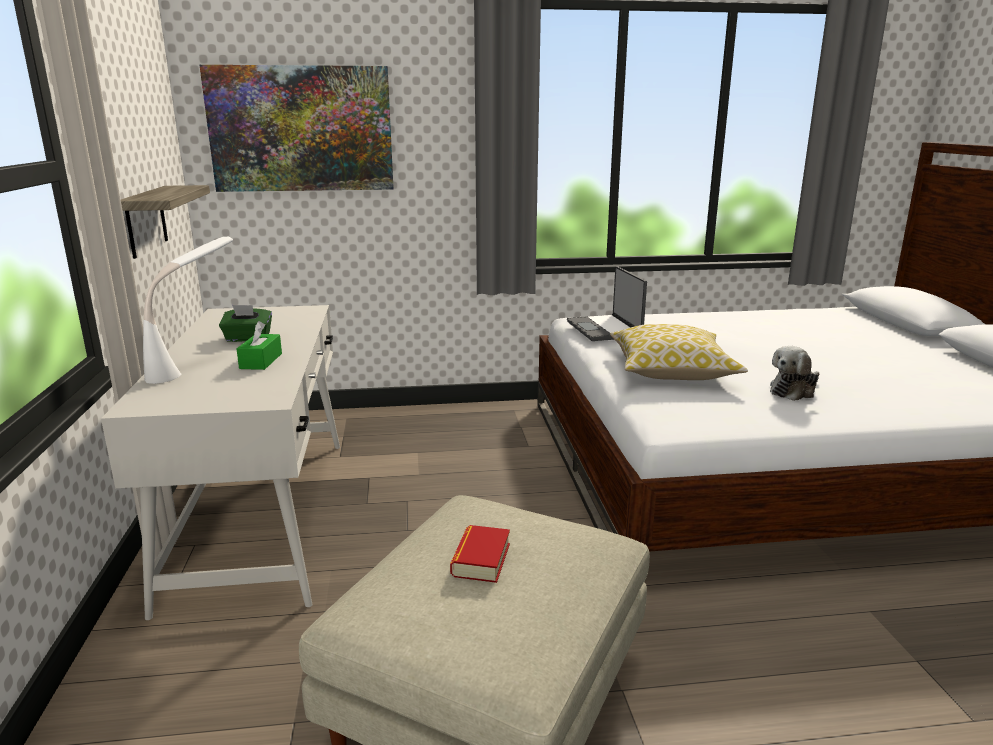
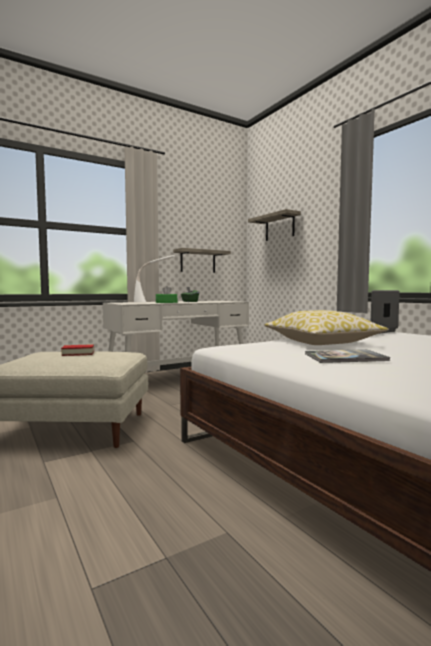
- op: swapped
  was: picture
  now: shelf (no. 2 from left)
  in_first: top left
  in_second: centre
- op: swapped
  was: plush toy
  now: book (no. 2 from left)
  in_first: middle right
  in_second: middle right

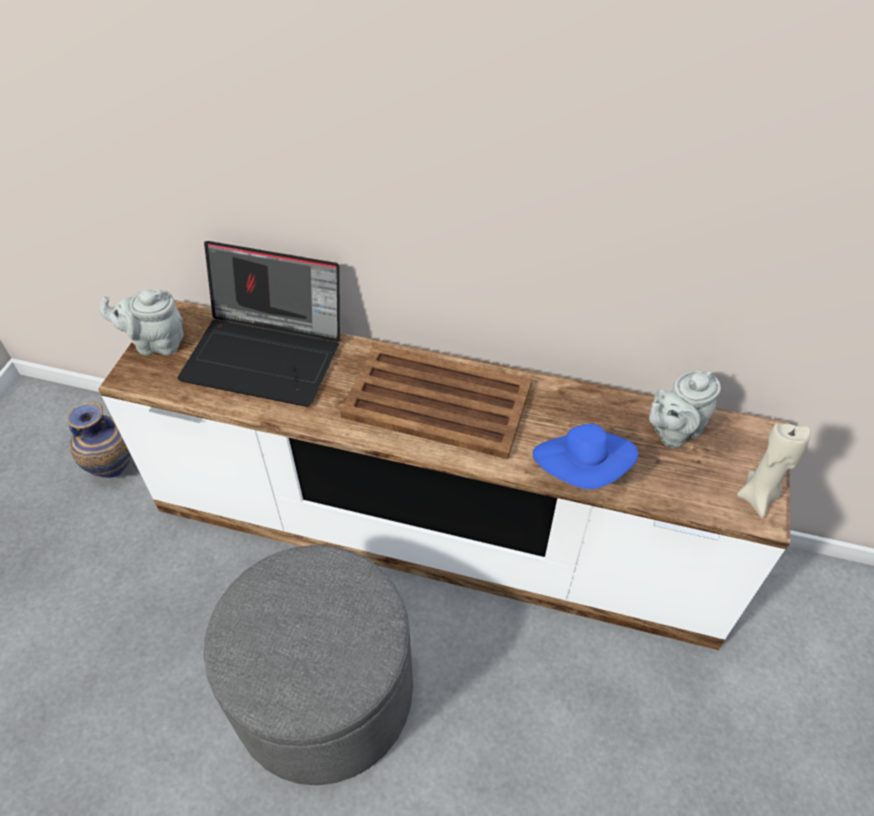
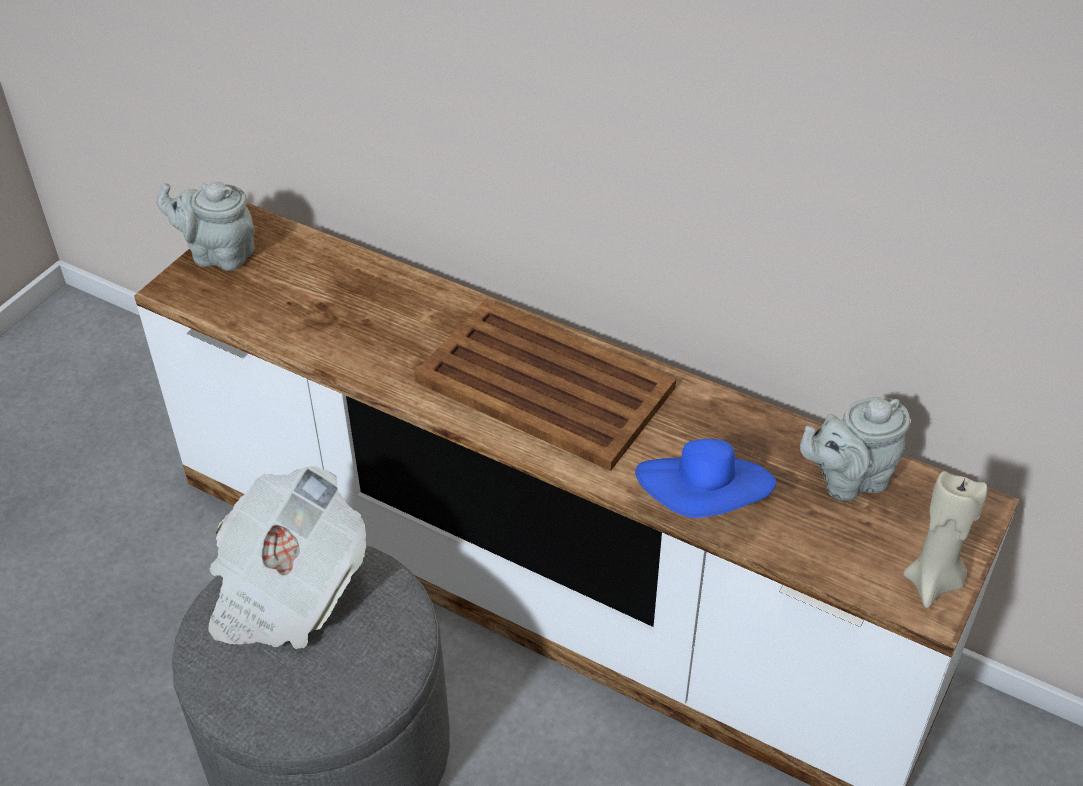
- op: gone
  was: laptop
  in_first: middle left
- op: gone
  was: vase
  in_first: middle left
- op: new
  now: newspaper
  in_second: bottom left

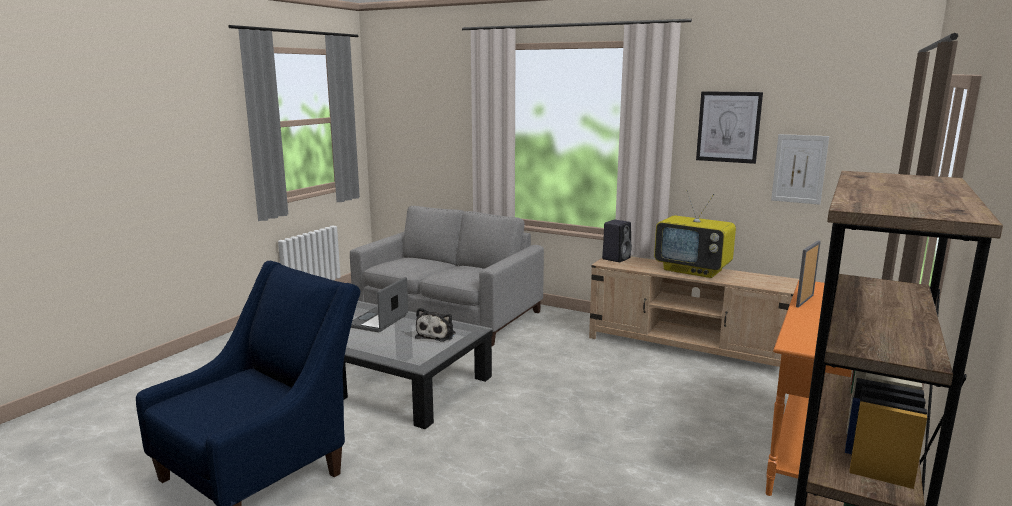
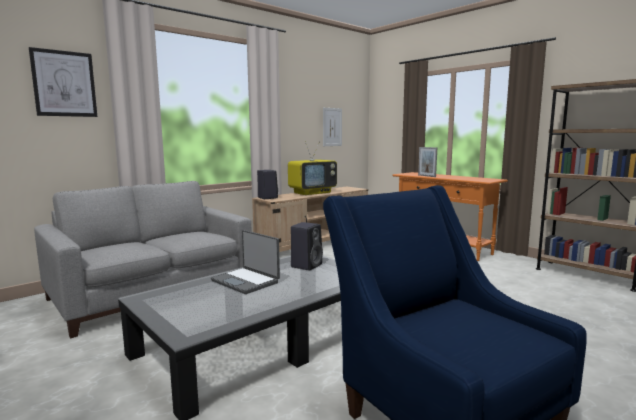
- op: shifted
  was: picture (no. 1 from left)
  in_first: top right
  in_second: top left
- op: swapped
  was: plush toy
  now: speaker (black) (no. 2 from left)
  in_first: centre
  in_second: centre

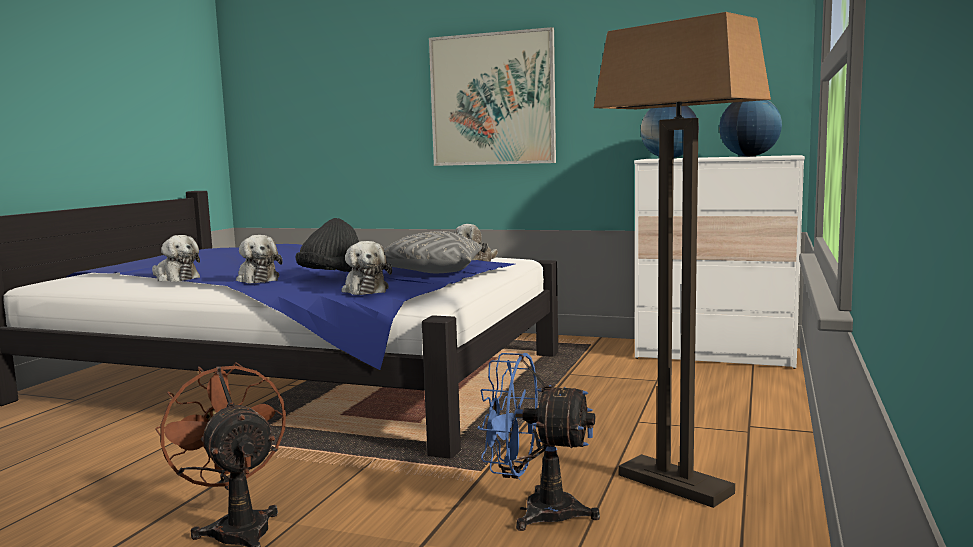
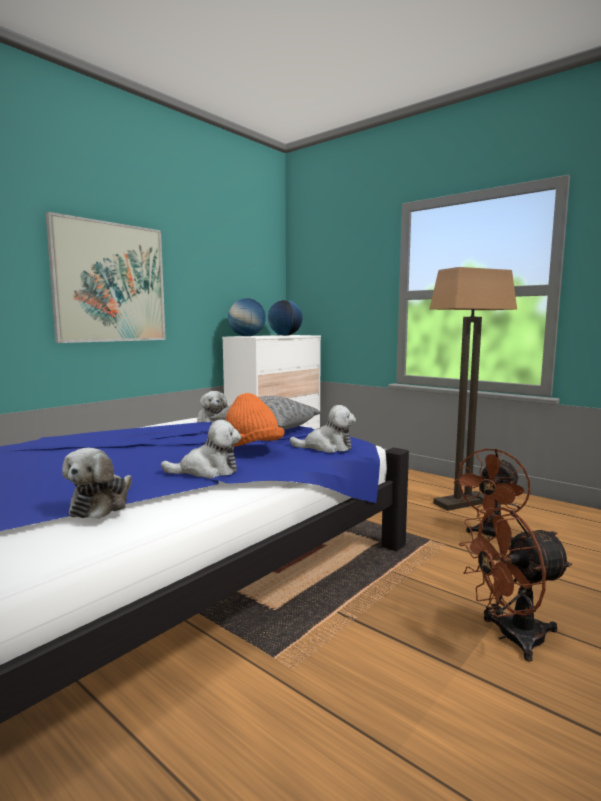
- op: repainted
  was: hat (black)
  now: hat (orange)
  in_first: centre
  in_second: centre
- op: rotated
  was: plush toy (no. 1 from left)
  in_first: middle left
  in_second: middle left
  clockwise: 135
- op: repainted
  was: fan (blue)
  now: fan (brown) (no. 1 from left)
  in_first: bottom centre
  in_second: middle right

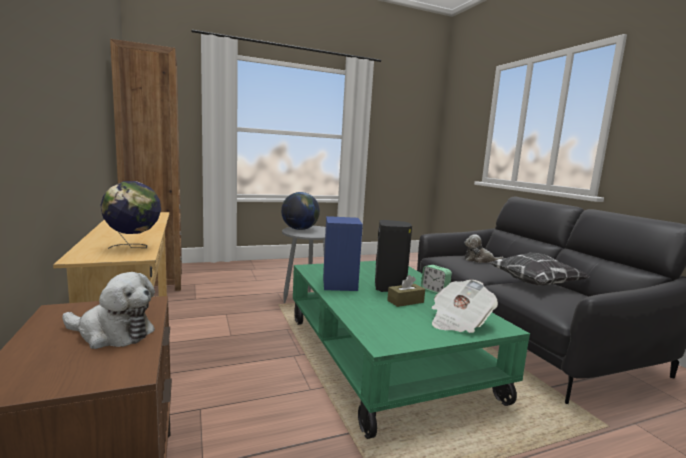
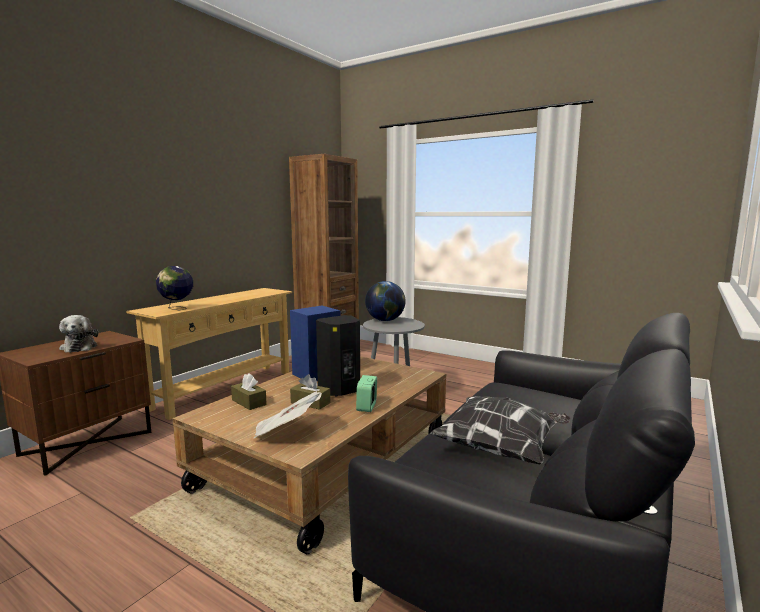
- op: gone
  was: plush toy (no. 2 from left)
  in_first: middle right
- op: repainted
  was: coffee table (green)
  now: coffee table (brown)
  in_first: bottom centre
  in_second: bottom centre
- op: new
  now: tissue box (brown) (no. 1 from left)
  in_second: middle left

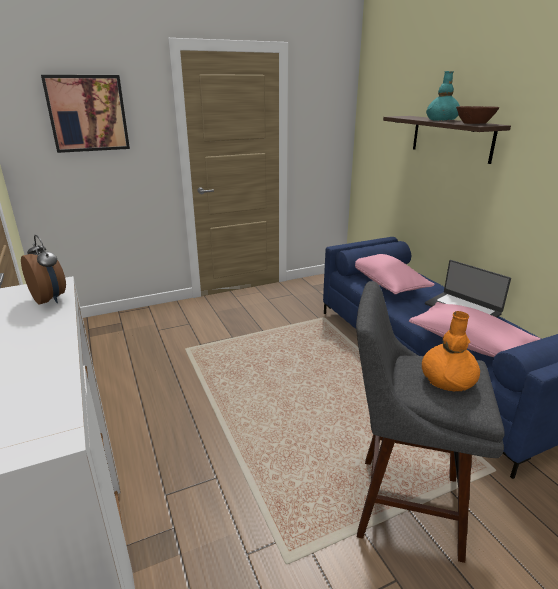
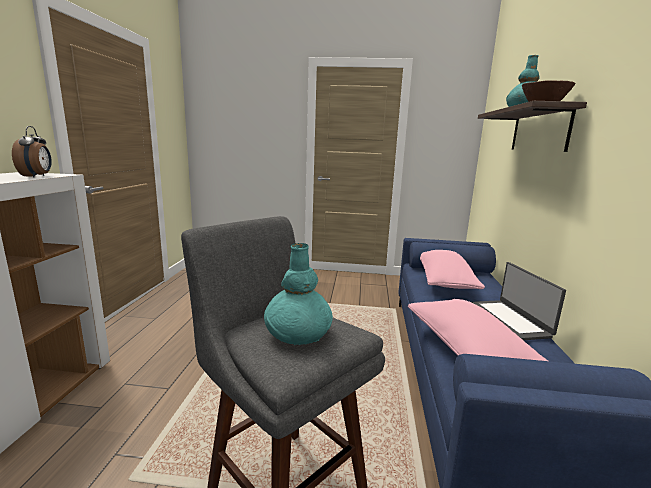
- op: gone
  was: picture
  in_first: top left
- op: repainted
  was: vase (orange)
  now: vase (turquoise) (no. 1 from left)
  in_first: middle right
  in_second: centre

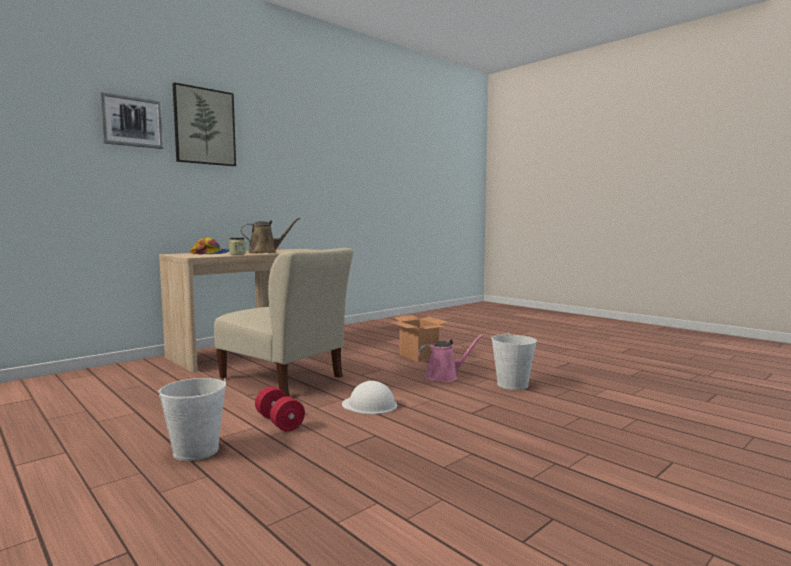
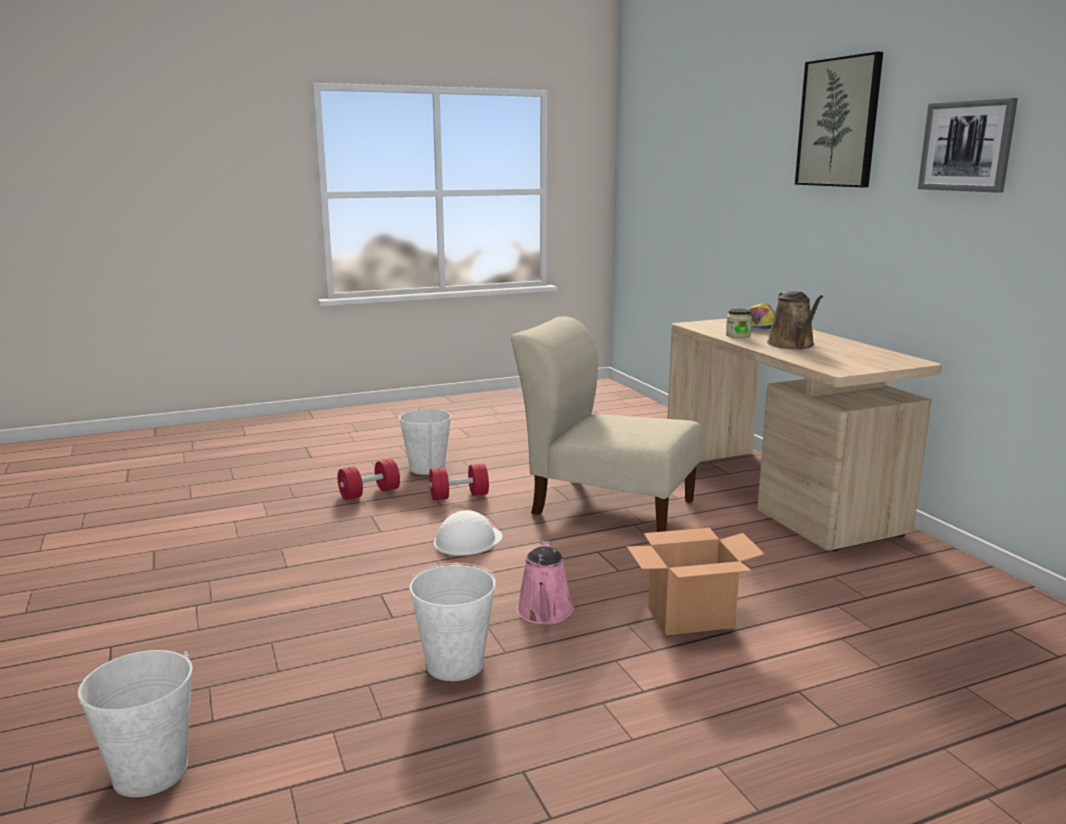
- op: shifted
  was: picture (no. 1 from left in the first image)
  now: picture (no. 2 from left)
  in_first: top left
  in_second: top right
- op: rotated
  was: chair (beige)
  in_first: centre
  in_second: centre
  clockwise: 60
- op: new
  now: dumbbell (red) (no. 1 from left)
  in_second: centre
- op: new
  now: bucket (white) (no. 1 from left)
  in_second: bottom left

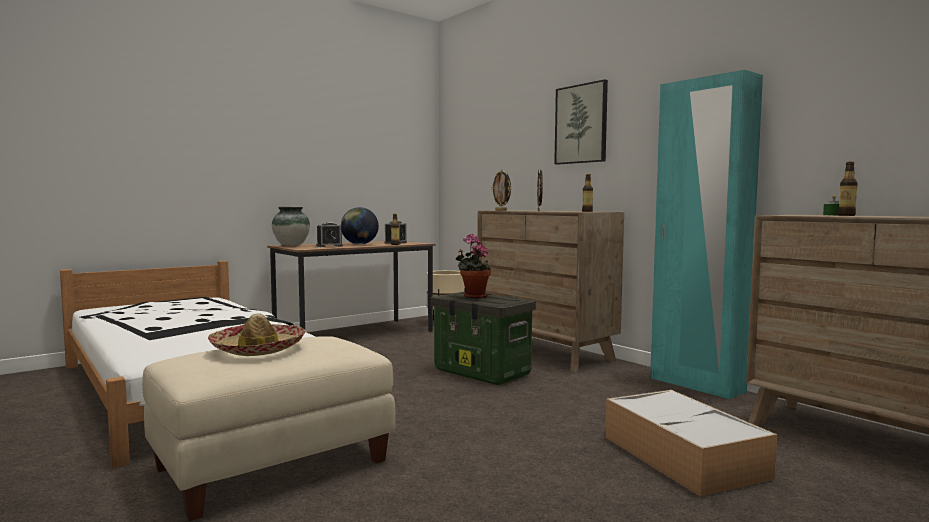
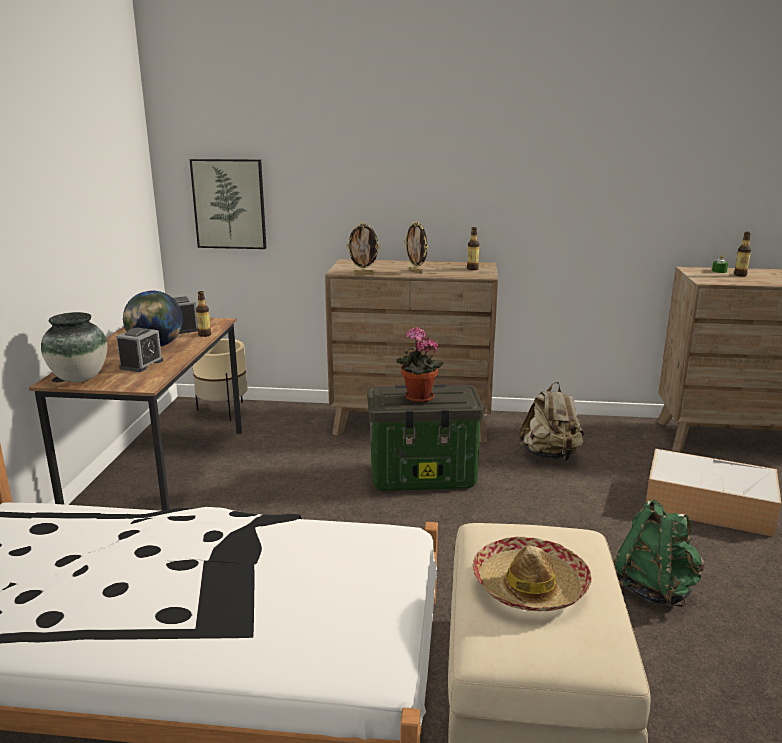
- op: gone
  was: wardrobe (turquoise)
  in_first: middle right
- op: shifted
  was: picture
  in_first: top centre
  in_second: top left
- op: new
  now: backpack (beige)
  in_second: middle right
- op: new
  now: backpack (green)
  in_second: bottom right

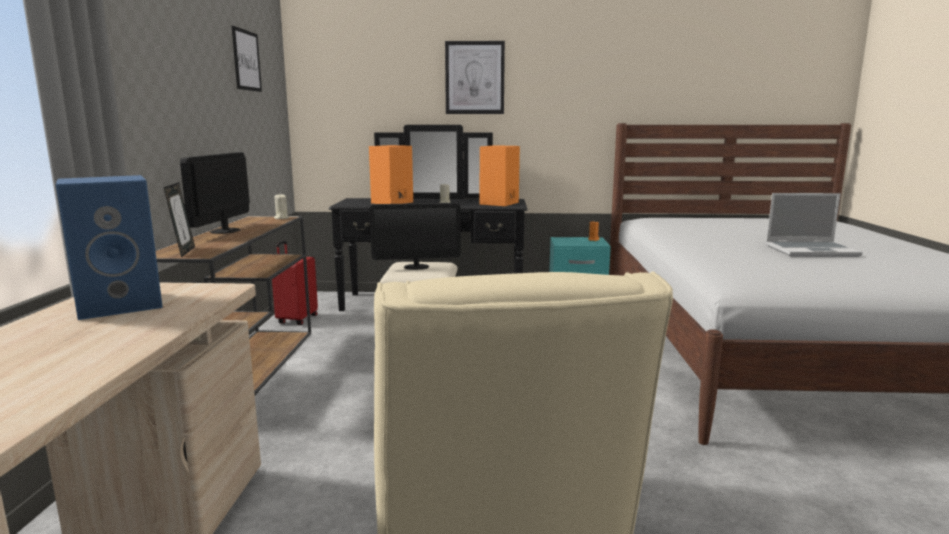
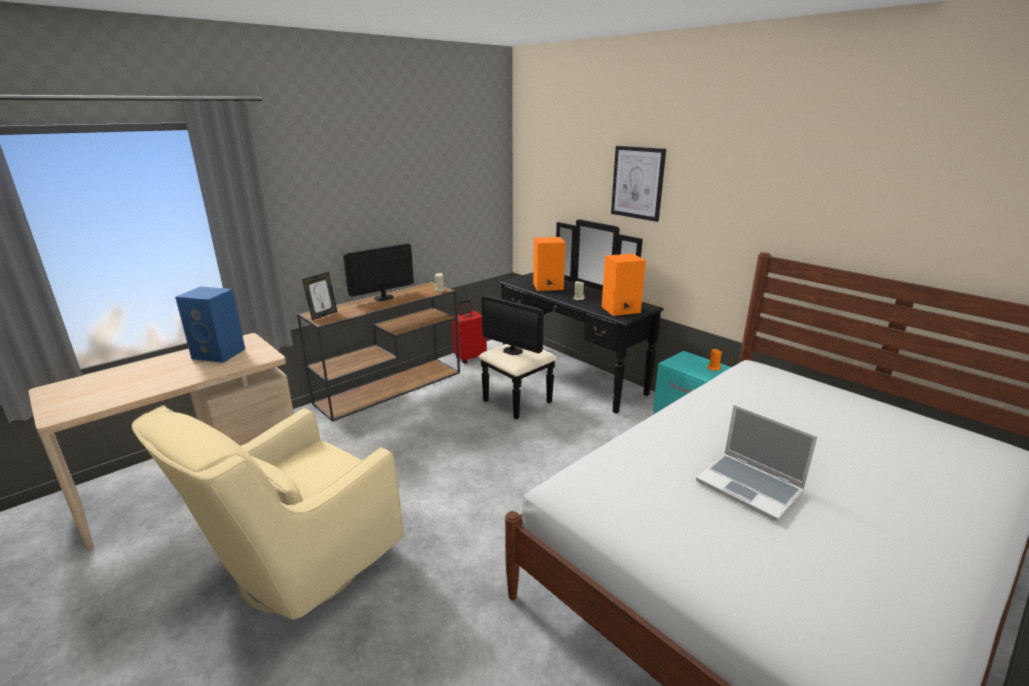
- op: gone
  was: picture (no. 1 from left)
  in_first: top left

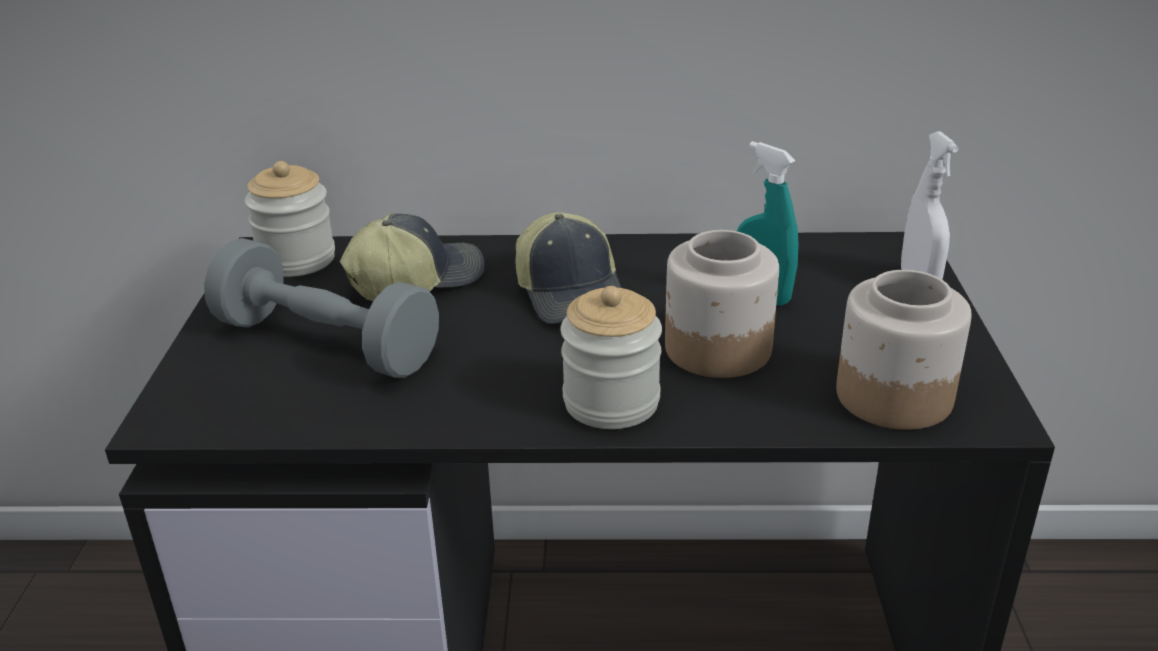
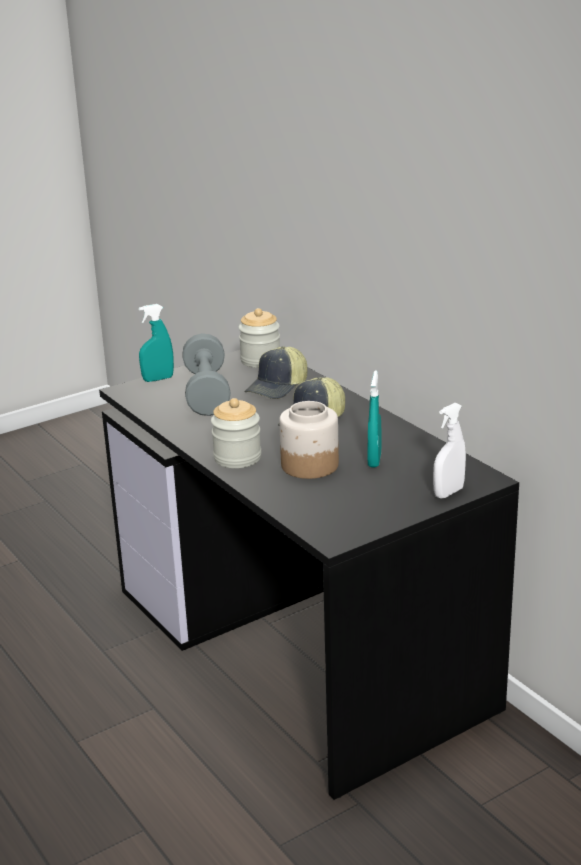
- op: rotated
  was: cap (no. 1 from left)
  in_first: centre
  in_second: centre
  clockwise: 105
- op: gone
  was: jar (no. 4 from left)
  in_first: middle right
- op: new
  now: spray bottle (turquoise) (no. 1 from left)
  in_second: middle left

